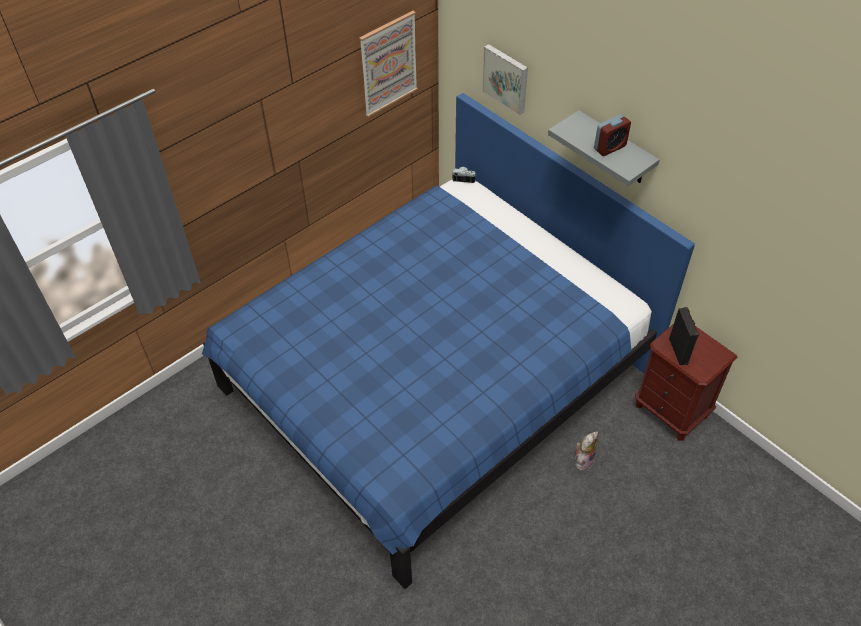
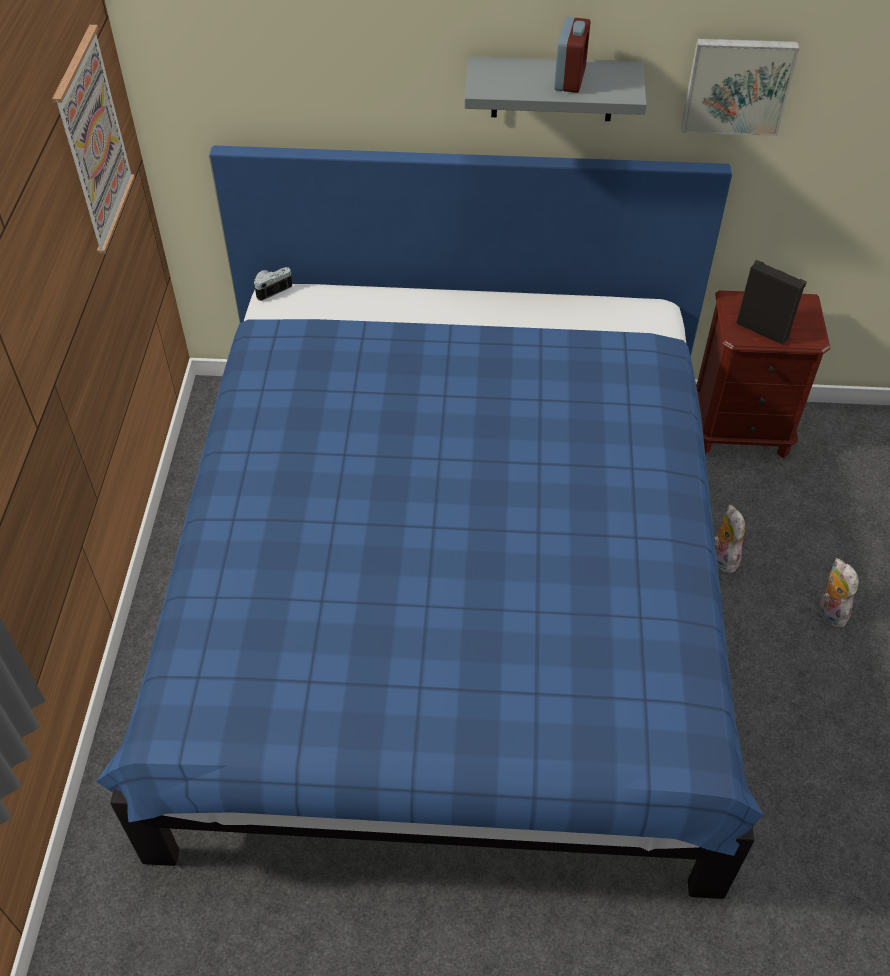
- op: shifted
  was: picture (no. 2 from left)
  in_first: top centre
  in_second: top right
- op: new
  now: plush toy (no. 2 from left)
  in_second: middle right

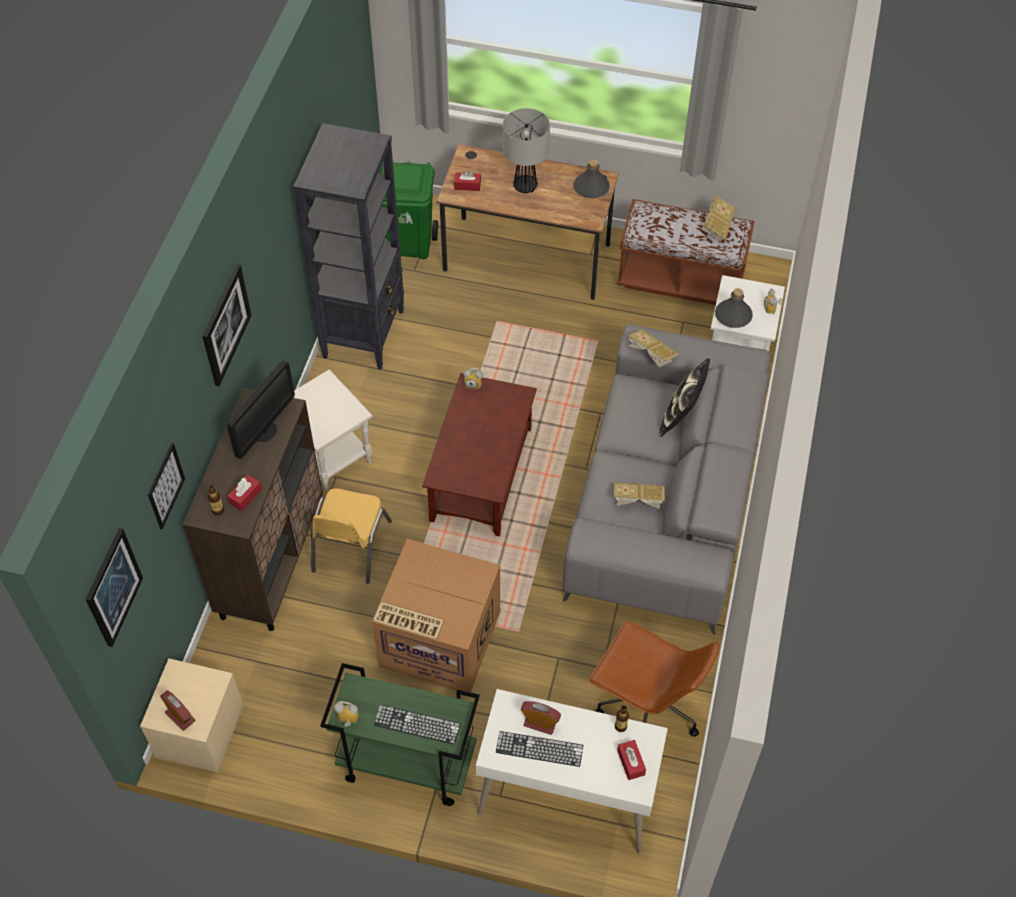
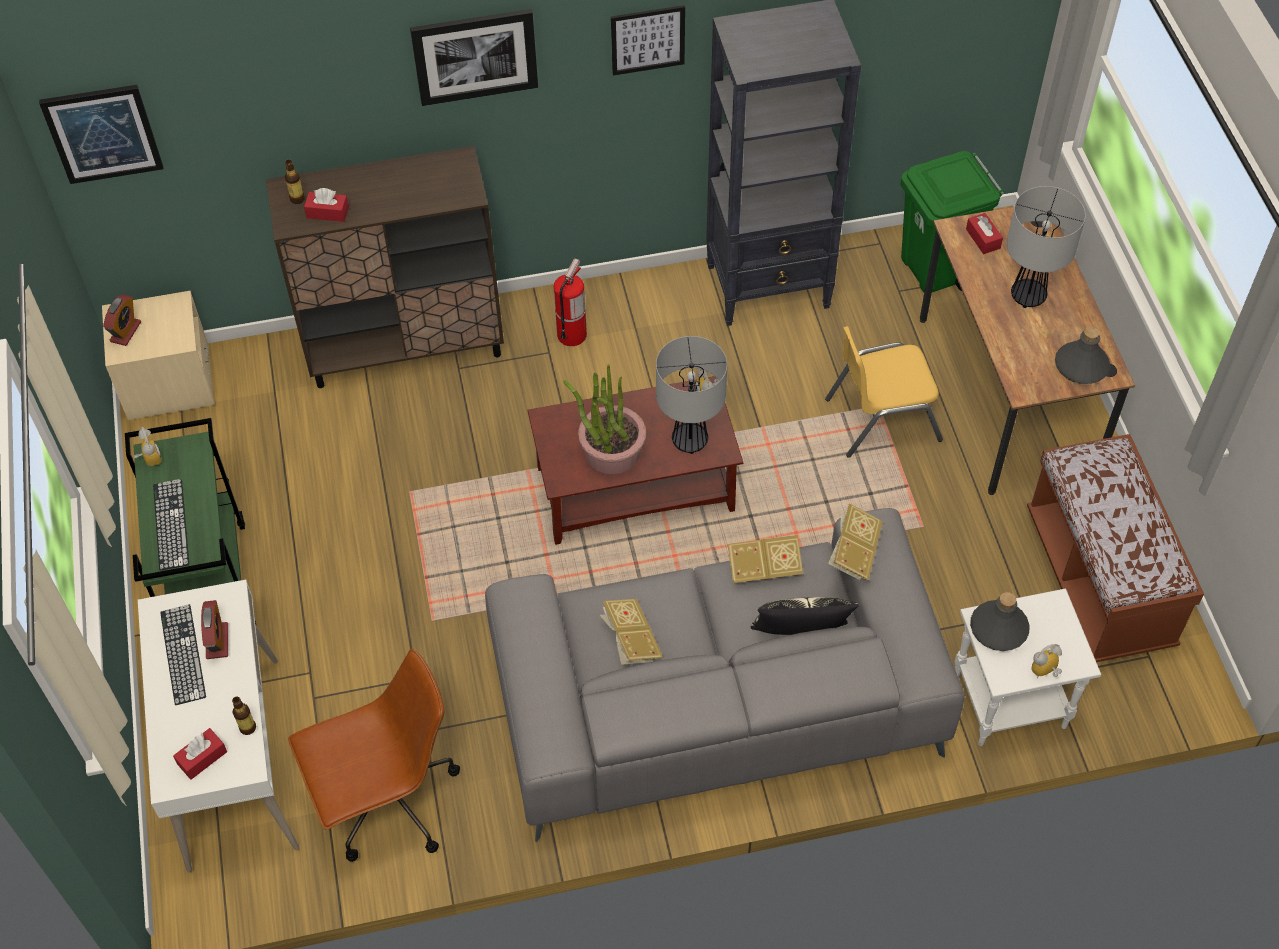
- op: shifted
  was: book (no. 3 from left in the first image)
  now: book (no. 2 from left)
  in_first: top right
  in_second: centre
- op: gone
  was: monitor
  in_first: middle left
- op: swapped
  was: side table (white) (no. 1 from left)
  now: fire extinguisher
  in_first: middle left
  in_second: top centre
- op: shifted
  was: picture (no. 2 from left in the first image)
  now: picture (no. 3 from left)
  in_first: middle left
  in_second: top centre
- op: shifted
  was: chair (yellow)
  in_first: centre
  in_second: middle right
- op: gone
  was: cardboard box
  in_first: bottom centre
- op: rotated
  was: office chair (brown)
  in_first: bottom centre
  in_second: bottom left
  clockwise: -120
- op: new
  now: table lamp (no. 1 from left)
  in_second: centre
- op: new
  now: potted plant
  in_second: centre

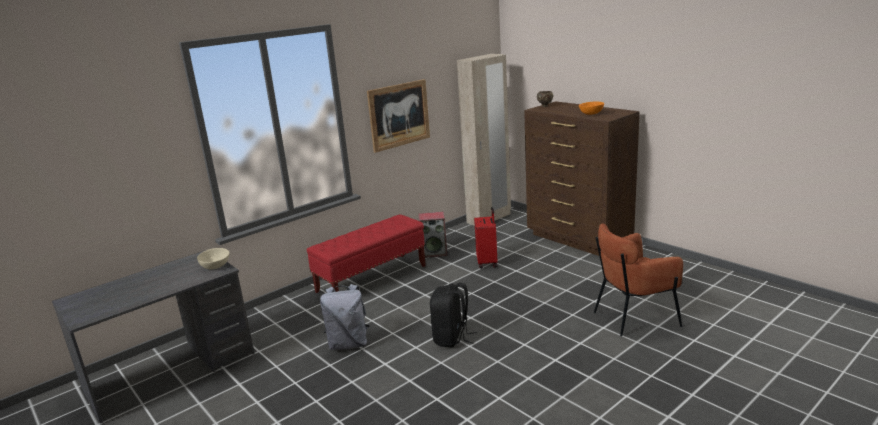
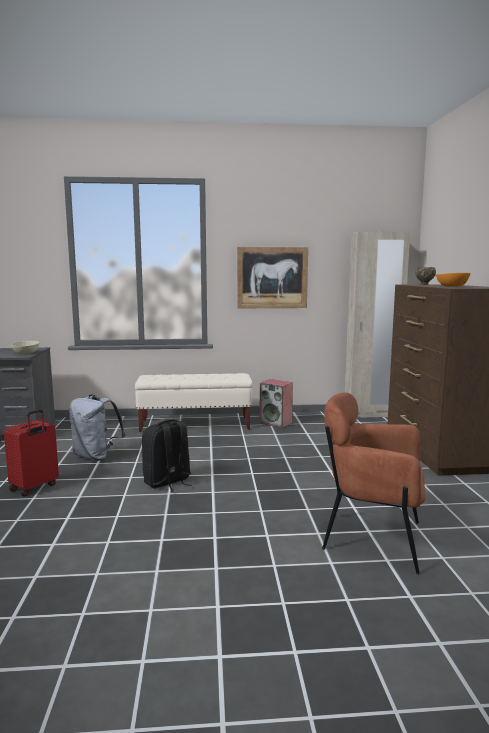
- op: shifted
  was: suitcase (red)
  in_first: centre
  in_second: middle left
- op: repainted
  was: bench (red)
  now: bench (beige)
  in_first: centre
  in_second: centre

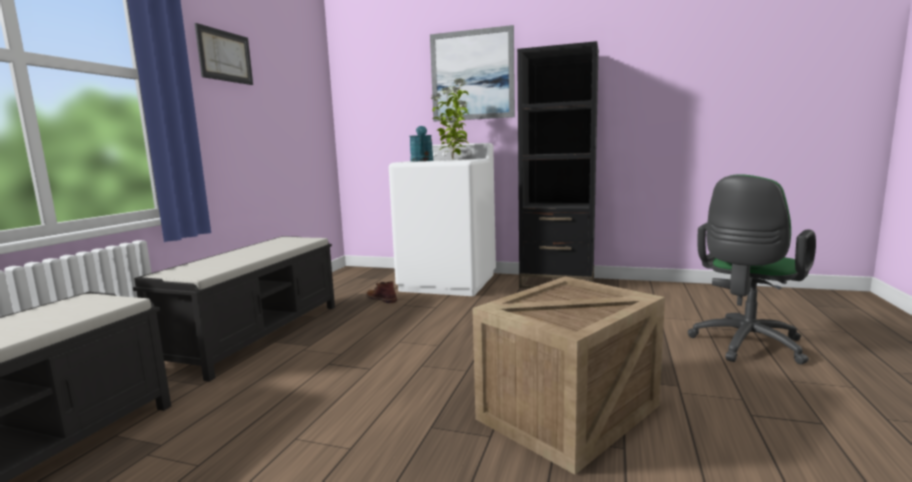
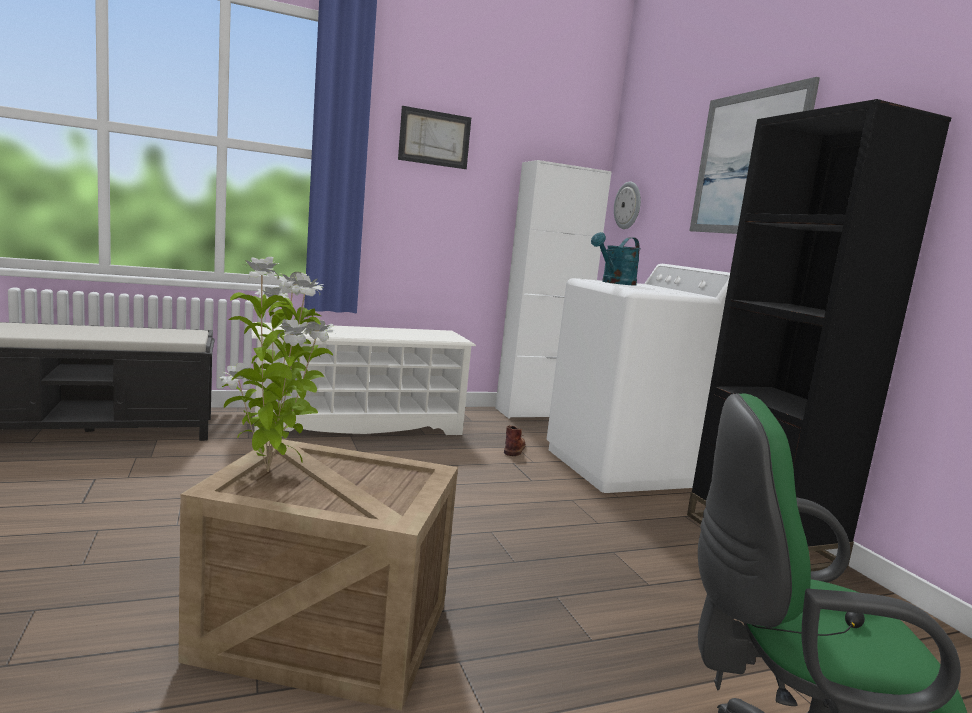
- op: shifted
  was: potted plant
  in_first: top centre
  in_second: middle left
- op: swapped
  was: bench (black) (no. 2 from left)
  now: shoe rack (white)
  in_first: middle left
  in_second: centre
- op: new
  now: cabinet (white)
  in_second: centre
- op: new
  now: wall clock
  in_second: top centre

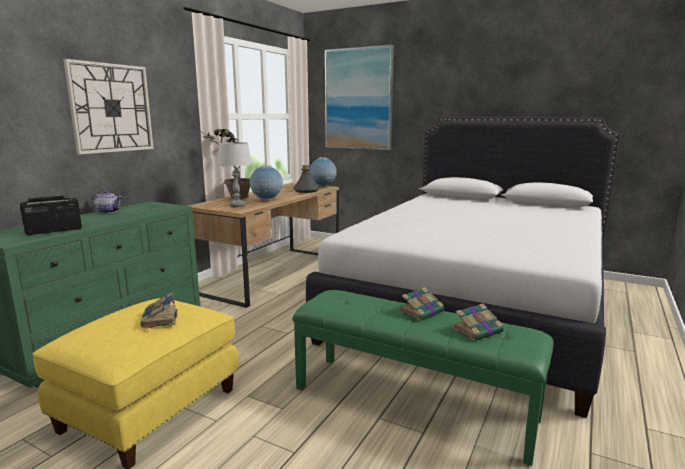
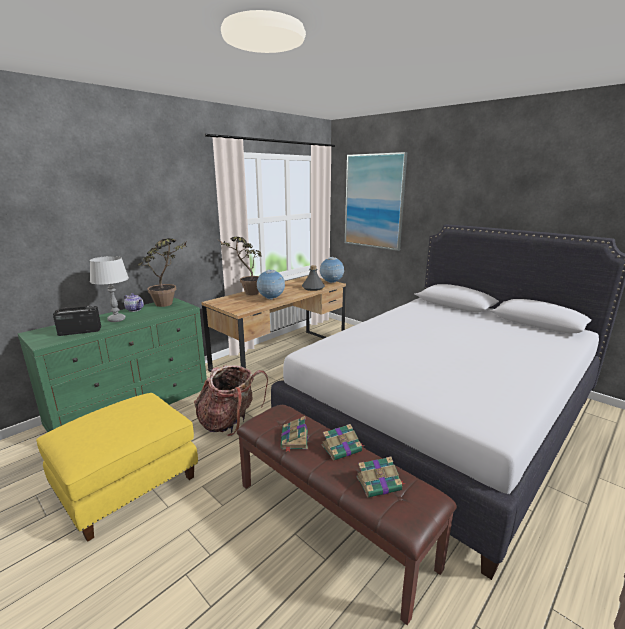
- op: gone
  was: wall clock
  in_first: top left
- op: shifted
  was: table lamp (grey)
  in_first: centre
  in_second: middle left
- op: repainted
  was: bench (green)
  now: bench (brown)
  in_first: bottom centre
  in_second: bottom centre
- op: shifted
  was: book (no. 1 from left)
  in_first: middle left
  in_second: bottom centre
- op: new
  now: potted plant (no. 1 from left)
  in_second: middle left
- op: new
  now: backpack
  in_second: centre

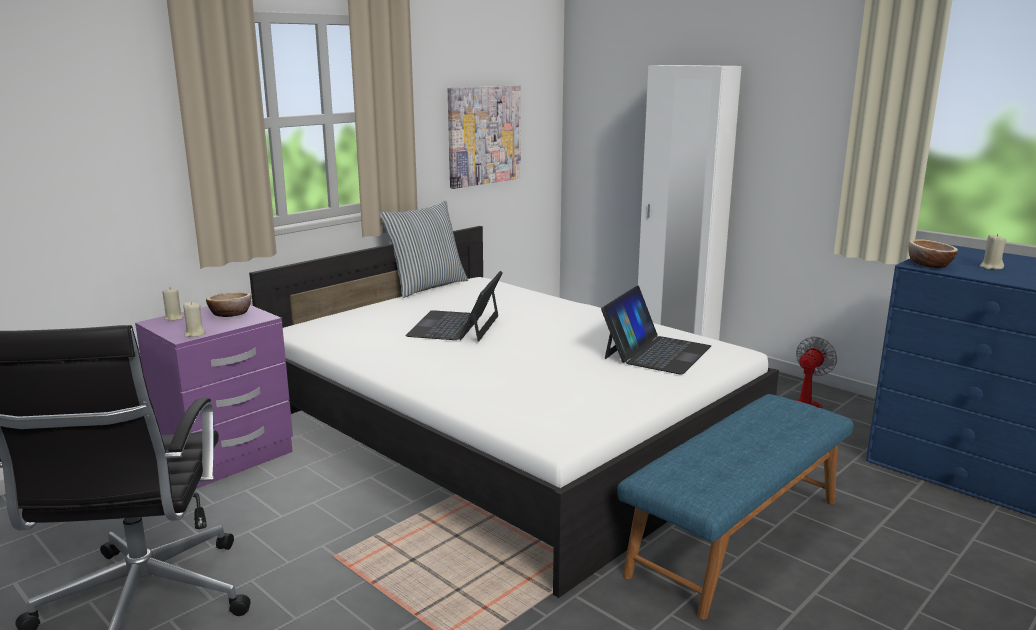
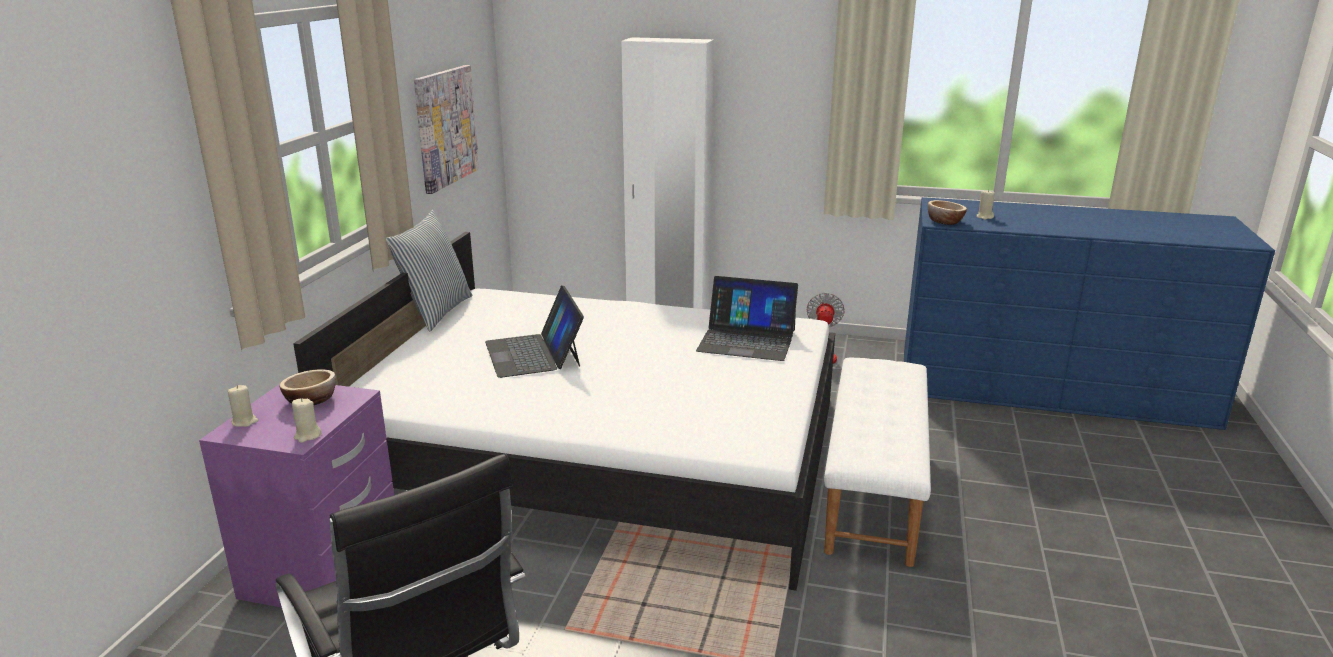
- op: rotated
  was: laptop (no. 2 from left)
  in_first: centre
  in_second: centre
  clockwise: 105
- op: repainted
  was: bench (blue)
  now: bench (white)
  in_first: bottom right
  in_second: bottom centre

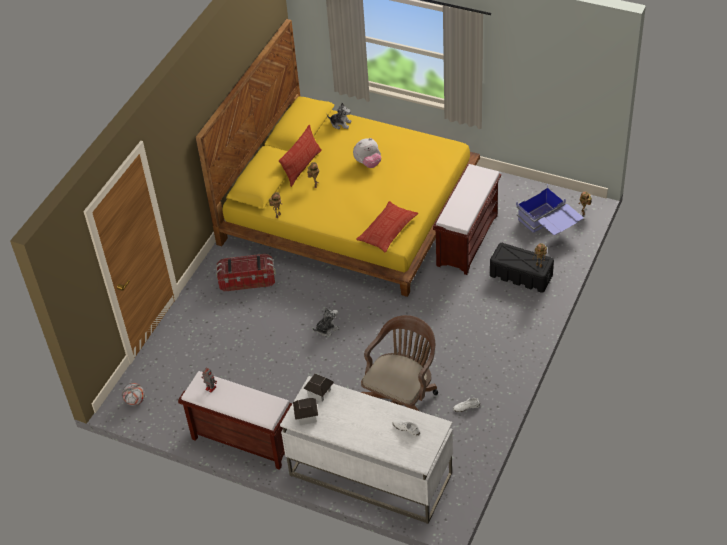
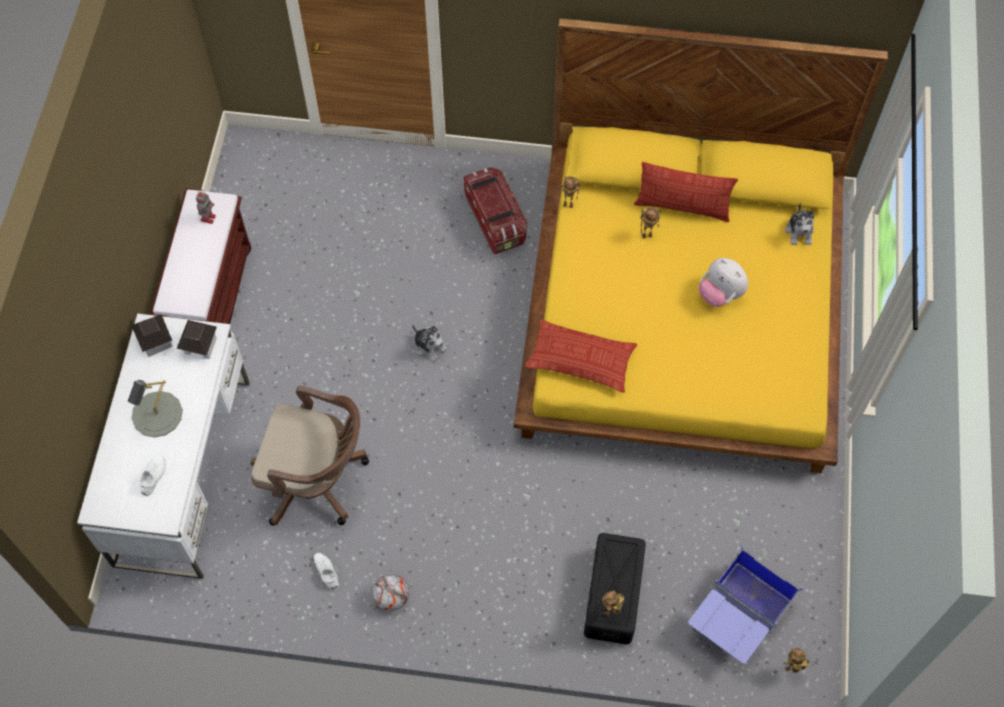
- op: gone
  was: bench (brown) (no. 2 from left)
  in_first: centre
- op: shifted
  was: football
  in_first: bottom left
  in_second: bottom centre
- op: new
  now: table lamp (grey)
  in_second: middle left

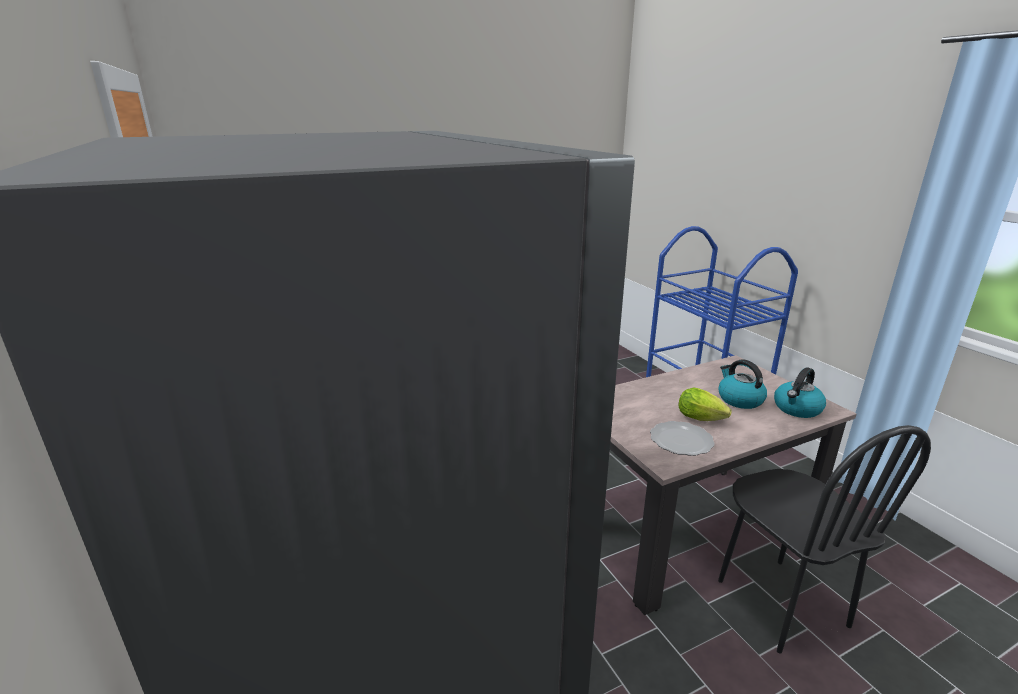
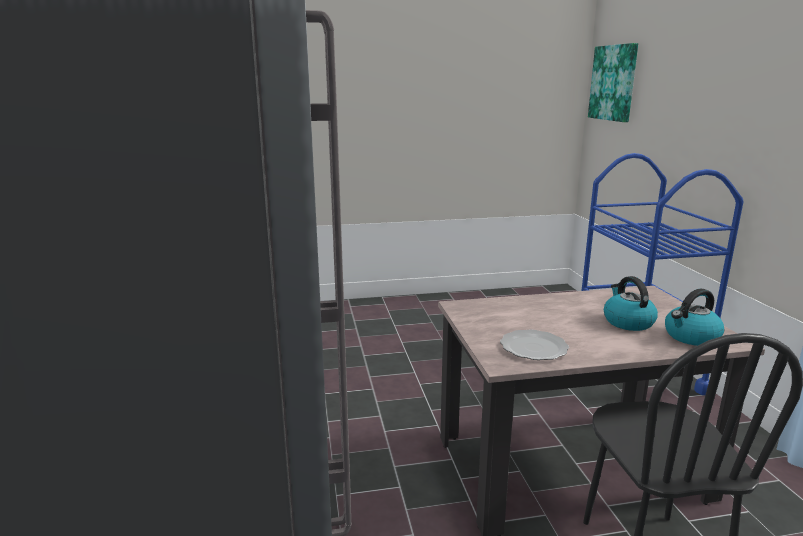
- op: gone
  was: lettuce
  in_first: middle right
- op: new
  now: picture
  in_second: top right

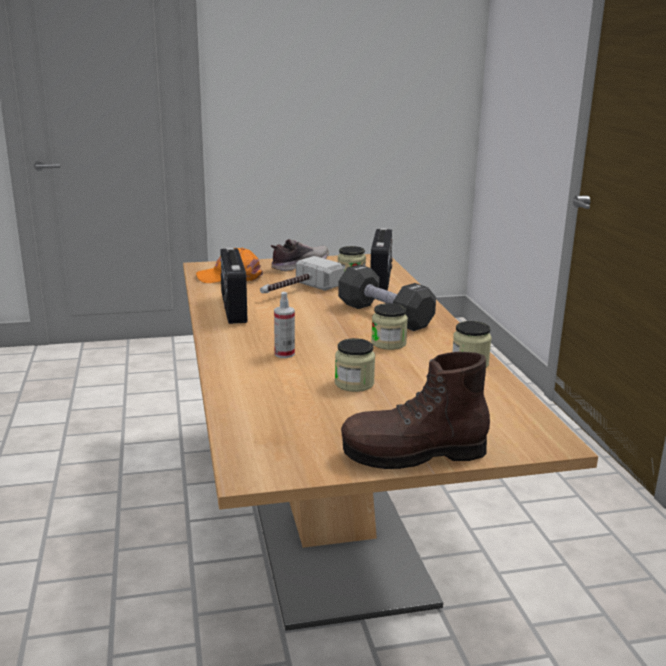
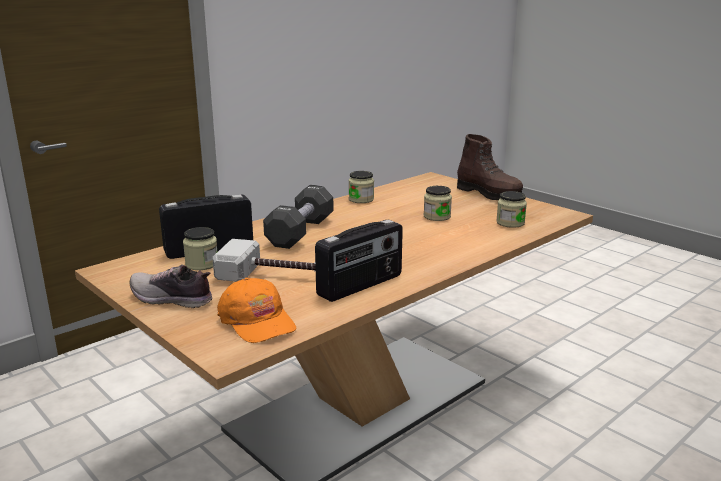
- op: gone
  was: spray bottle
  in_first: centre
- op: shifted
  was: jar (no. 3 from left in the first image)
  now: jar (no. 4 from left)
  in_first: centre
  in_second: middle right

